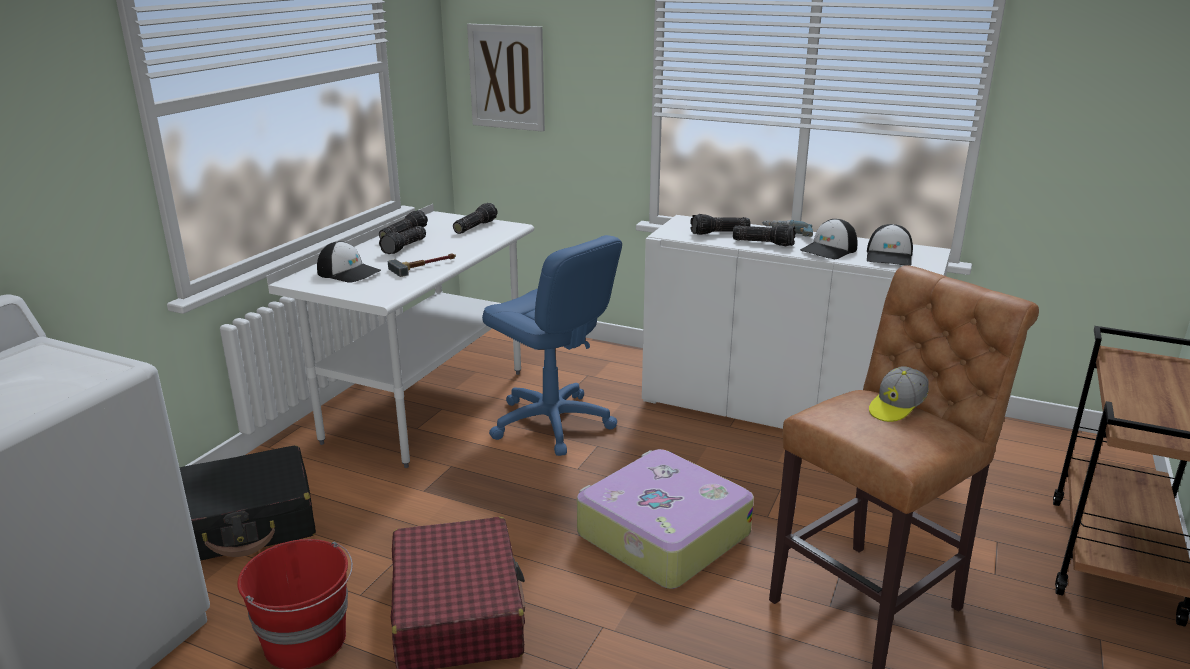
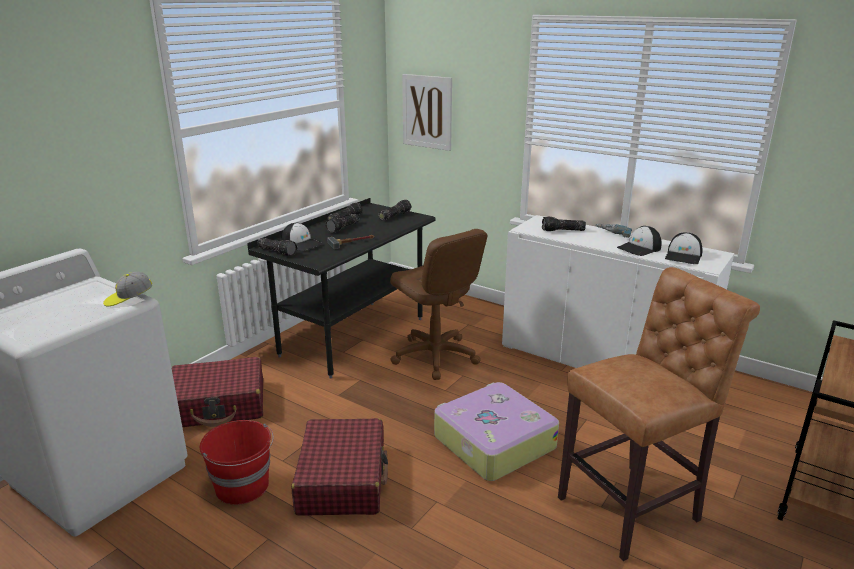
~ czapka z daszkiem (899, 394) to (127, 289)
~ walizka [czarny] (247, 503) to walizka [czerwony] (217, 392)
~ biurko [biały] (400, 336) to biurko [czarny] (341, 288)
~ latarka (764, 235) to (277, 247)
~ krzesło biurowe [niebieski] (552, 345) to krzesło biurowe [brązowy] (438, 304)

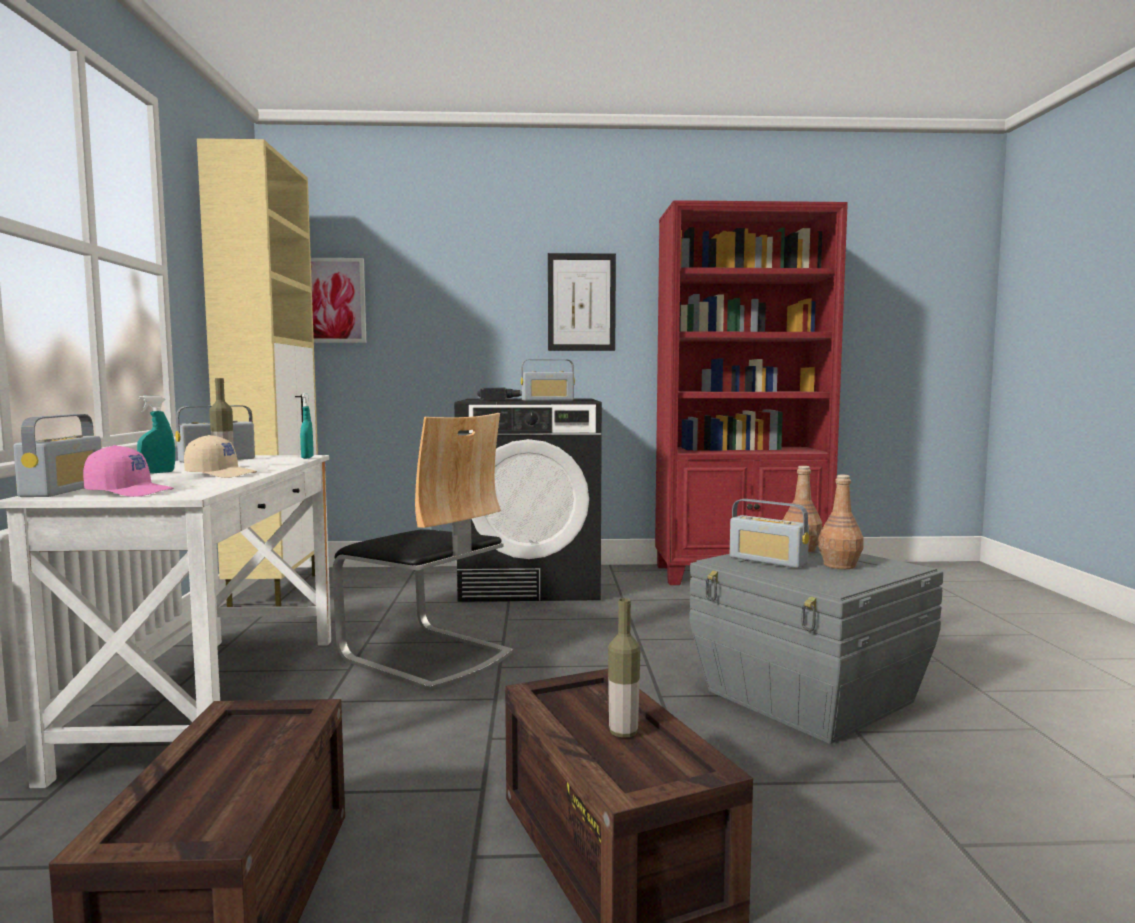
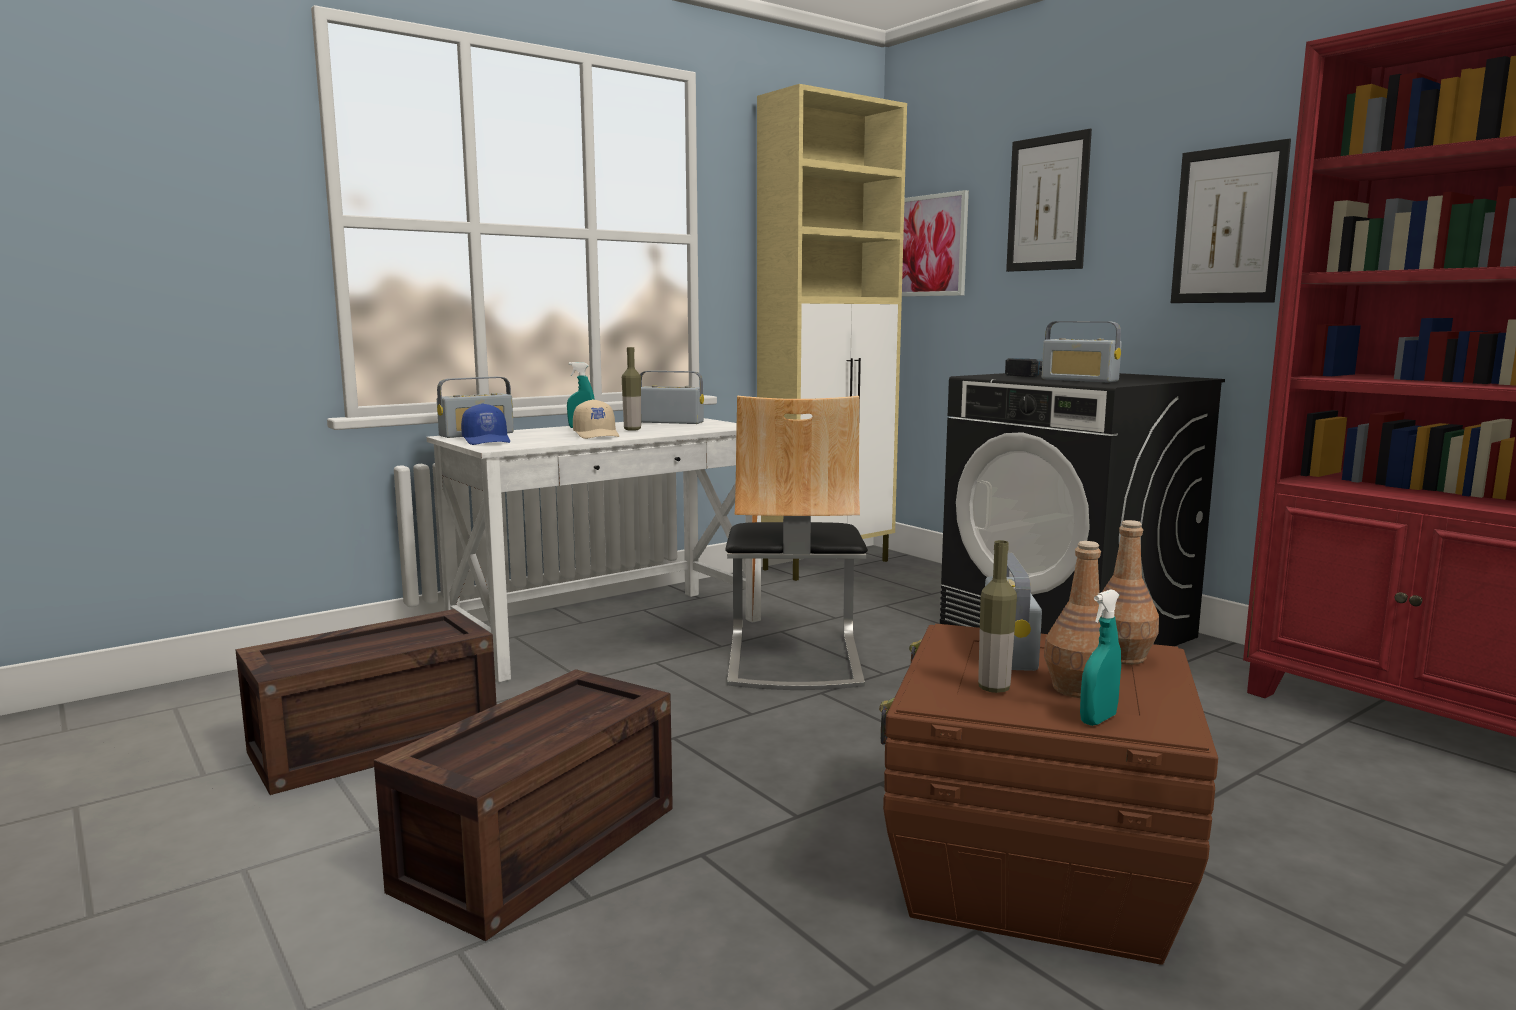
~ czapka z daszkiem [różowy] (128, 471) to czapka z daszkiem [niebieski] (485, 424)
~ pojemnik do przechowywania [szary] (816, 644) to pojemnik do przechowywania [brązowy] (1048, 794)
~ butelka (624, 668) to (997, 616)
+ obraz (1049, 200)
~ spryskiwacz [turkusowy] (306, 426) to (1100, 657)

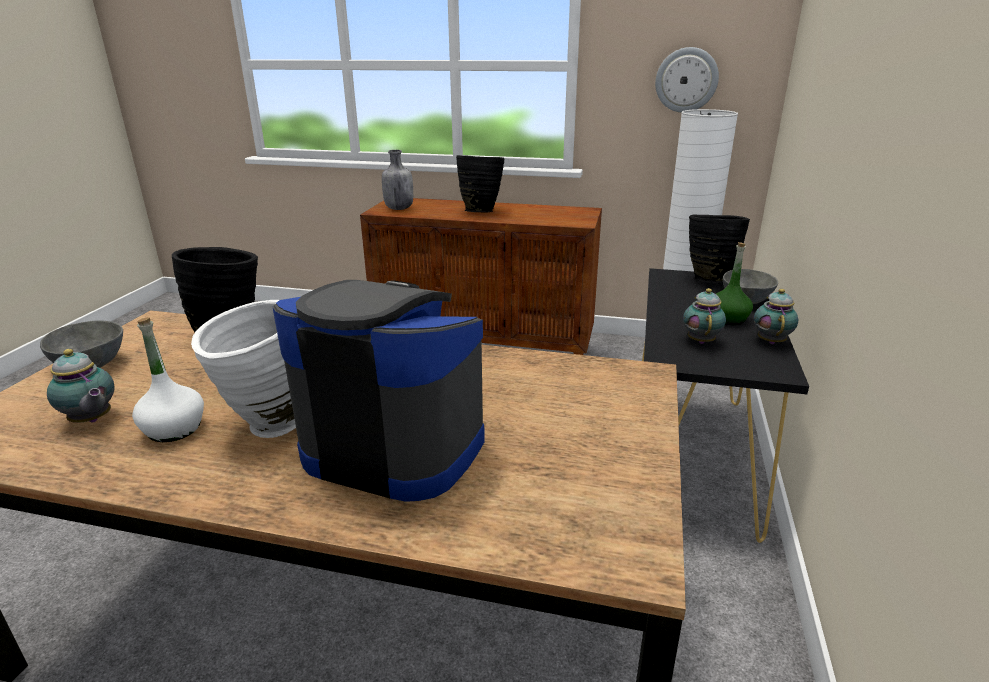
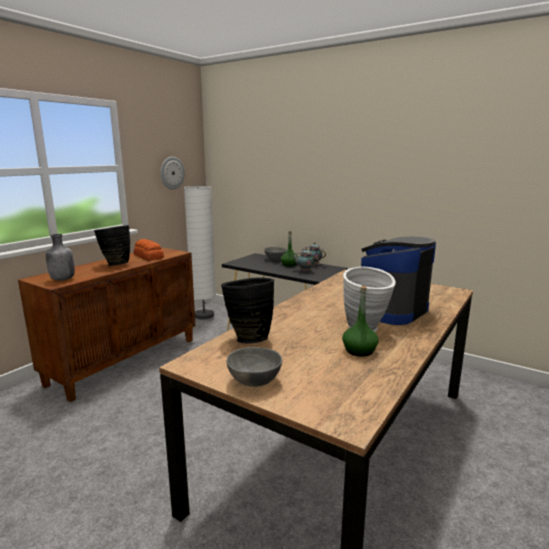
+ chleb (148, 249)
~ butelka [biały] (168, 379) to butelka [zielony] (360, 321)
- imbryk (81, 386)
- wazon [czarny] (719, 249)

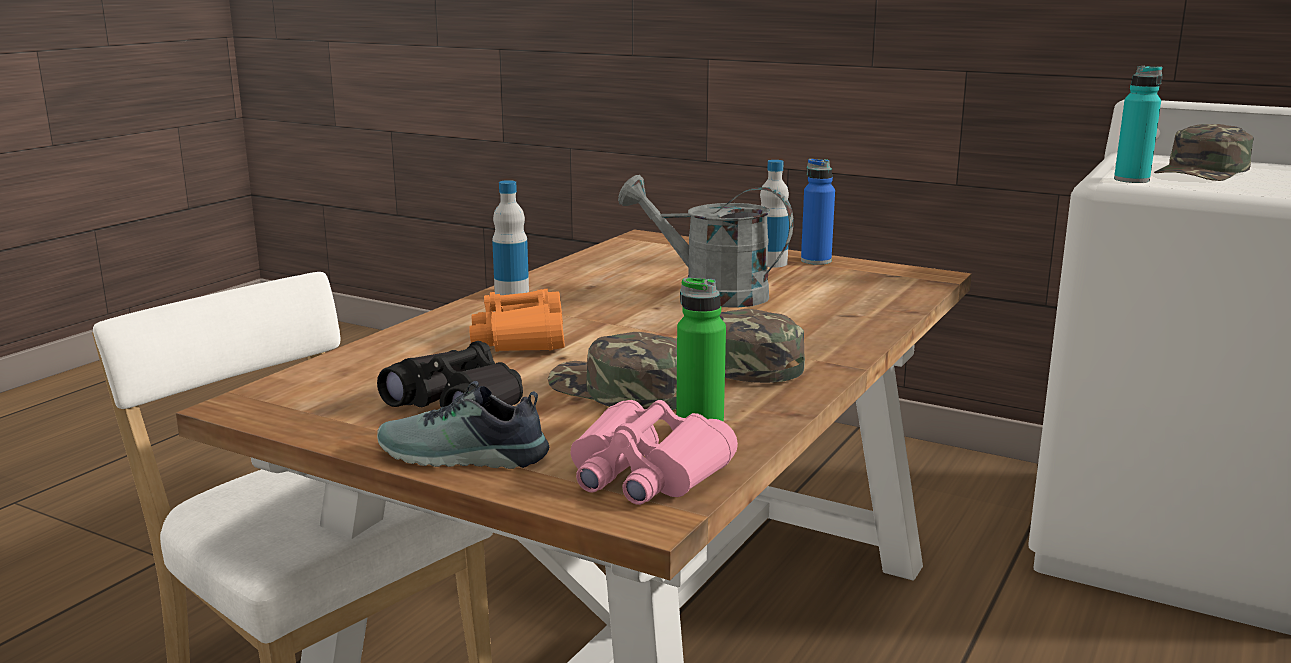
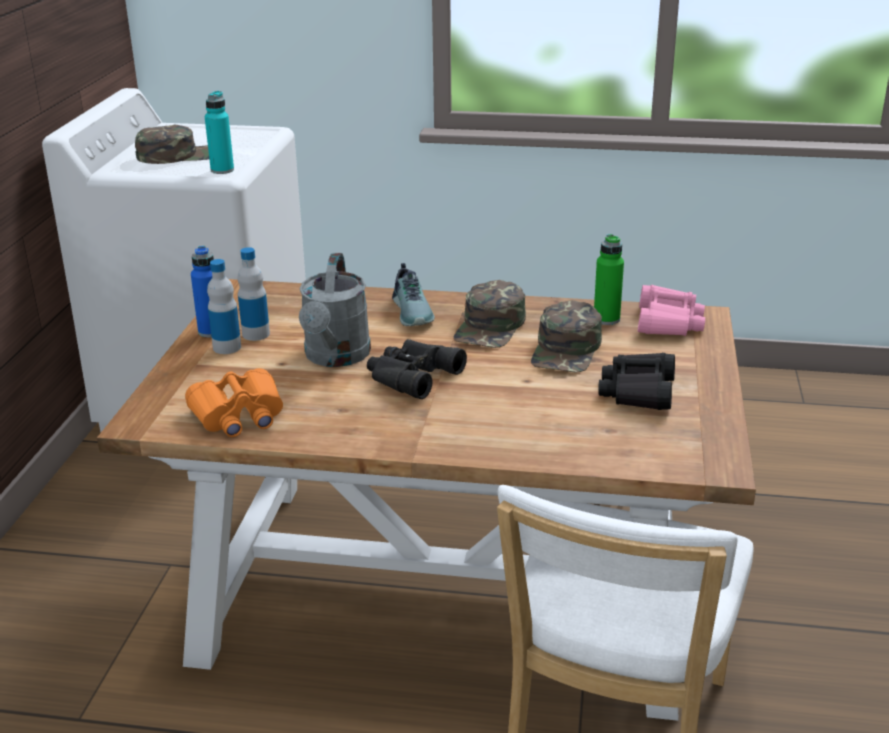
~ czapka z daszkiem [zielony] (1204, 152) = (172, 144) 45 degrees counterclockwise
~ lornetka [pomarańczowy] (517, 320) to (234, 402)
~ butelka (510, 237) to (253, 294)
+ lornetka [czarny] (417, 369)
~ but (463, 425) to (413, 294)

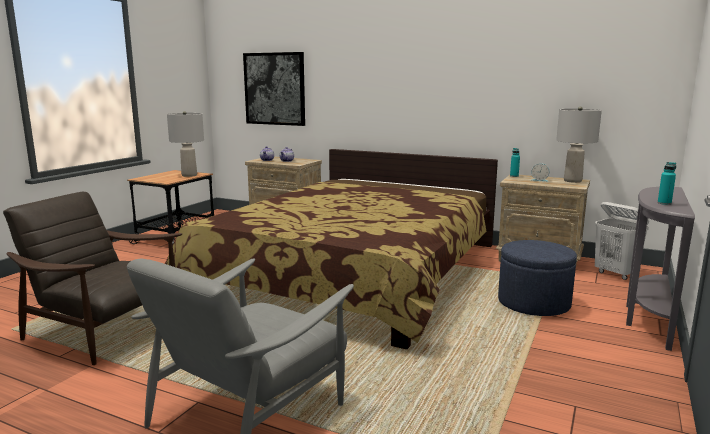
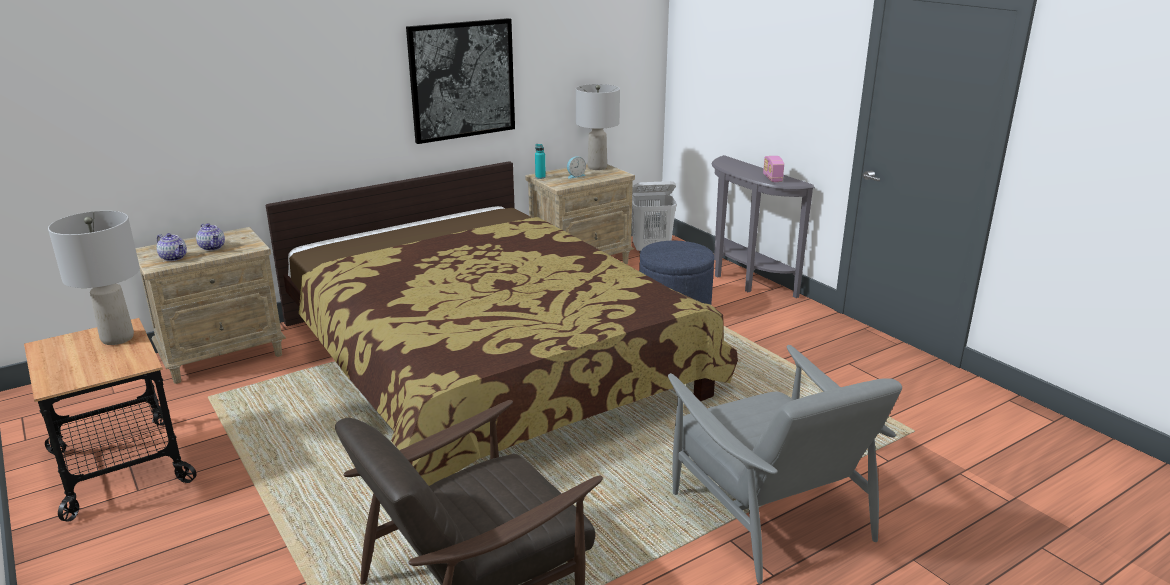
~ obraz (274, 89) to (460, 81)
~ butelka [turkusowy] (667, 183) to radio (773, 169)

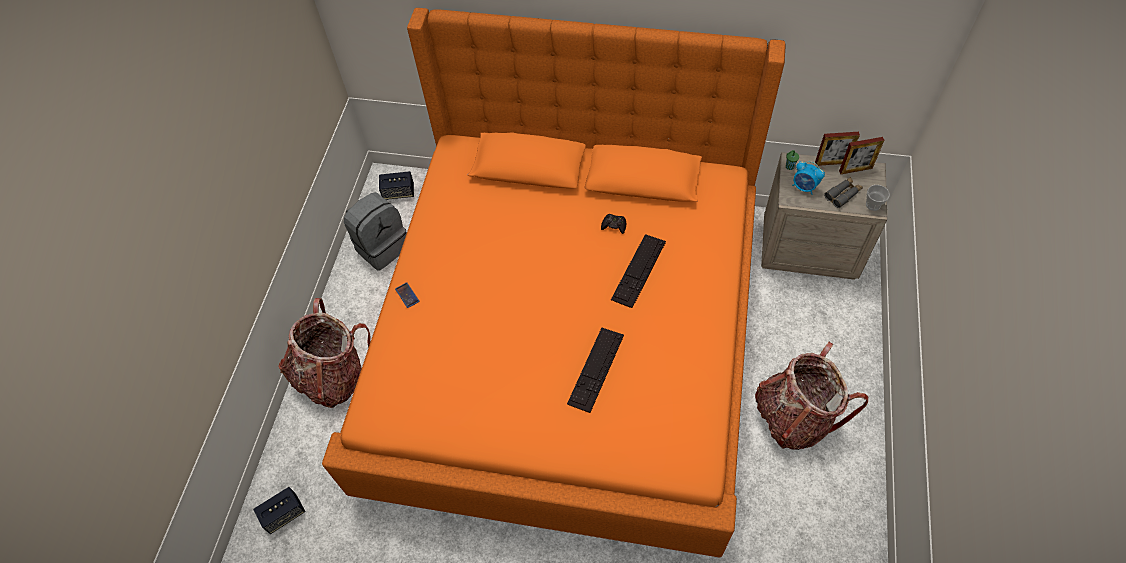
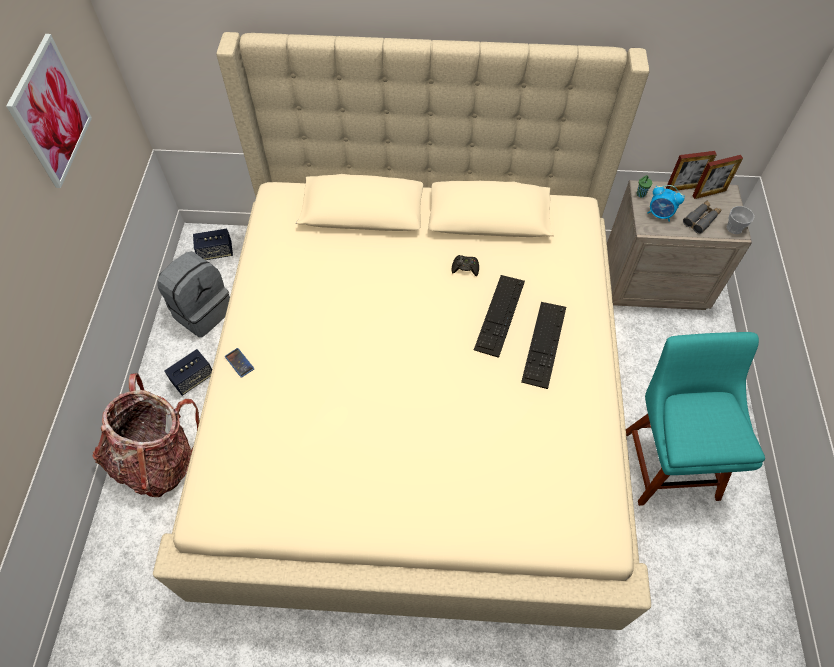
+ obraz (49, 111)
~ łóżko [pomarańczowy] (554, 282) to łóżko [beżowy] (402, 331)
~ głośnik (279, 510) to (188, 372)
~ klawiatura (595, 370) to (543, 345)
~ plecak (811, 396) to krzesło [turkusowy] (695, 419)

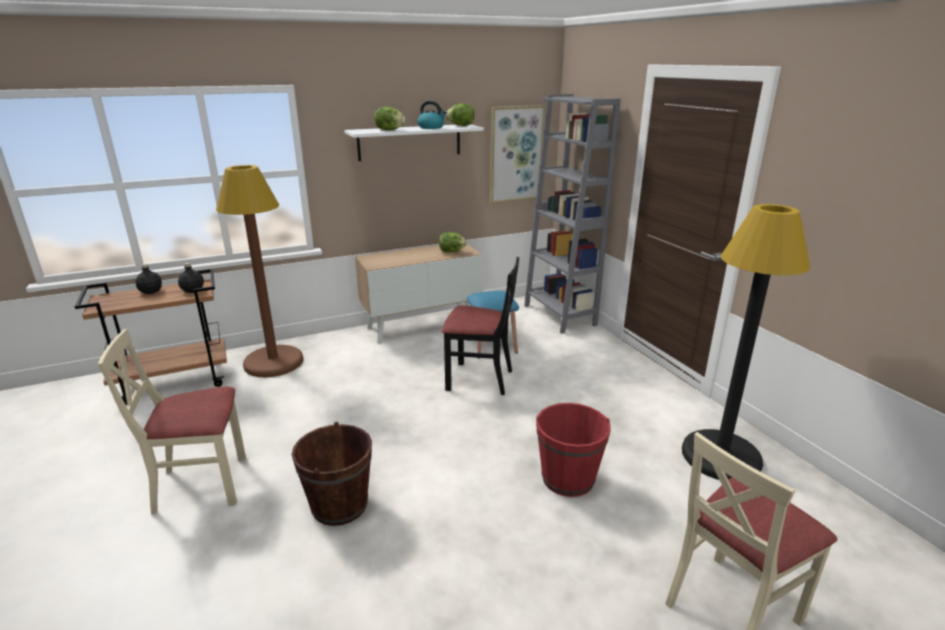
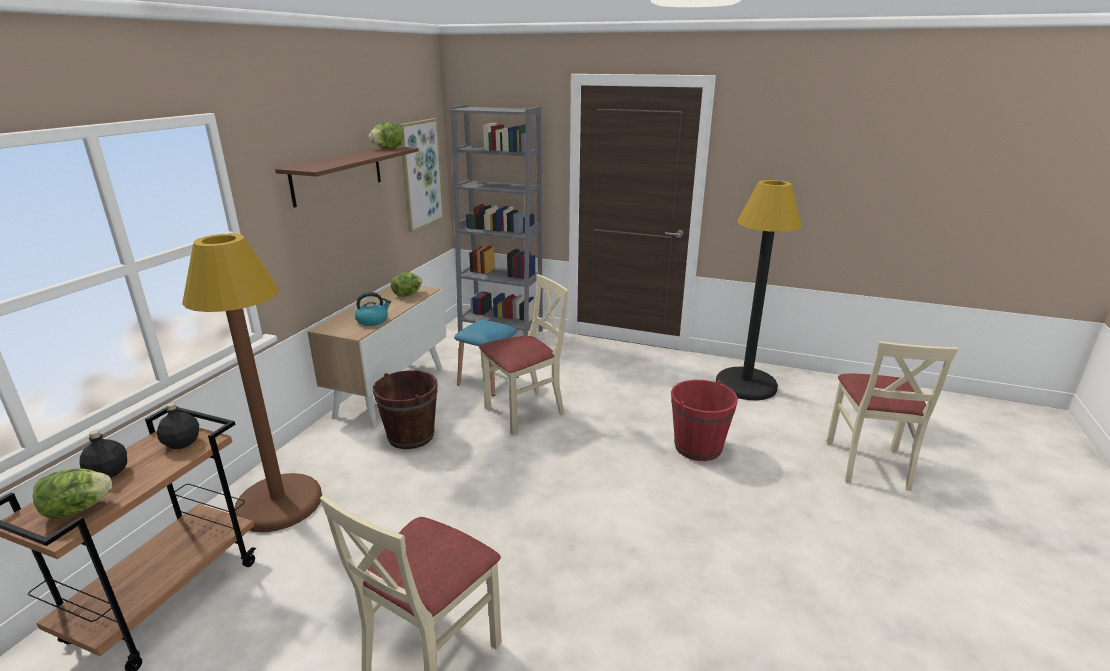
~ sałata (389, 119) to (72, 493)
~ półka [biały] (414, 143) to półka [brązowy] (347, 177)
~ czajnik (432, 115) to (373, 309)
~ wiadro [brązowy] (331, 474) to (405, 409)
~ krzesło [czarny] (480, 326) to krzesło [beżowy] (524, 354)

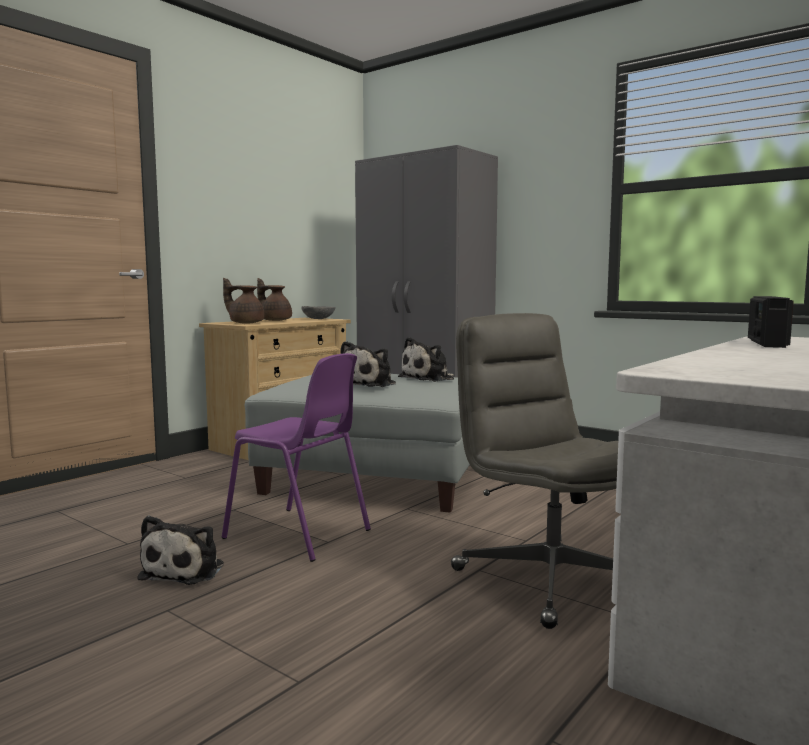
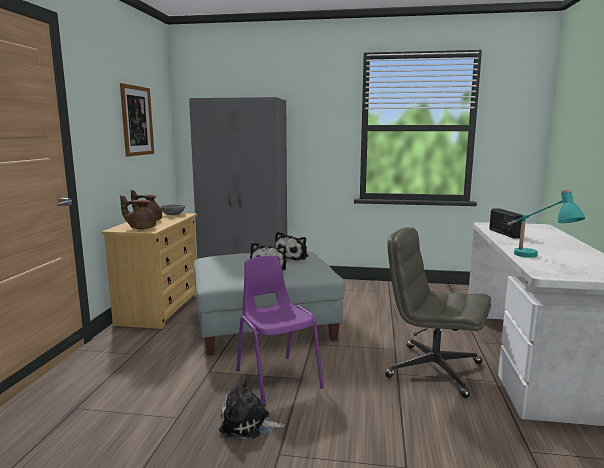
+ obraz (137, 120)
~ pluszak (180, 550) = (252, 408) 120 degrees clockwise
~ krzesło [fioletowy] (296, 457) = (280, 331) 120 degrees counterclockwise
+ lampa stołowa [turkusowy] (546, 223)

